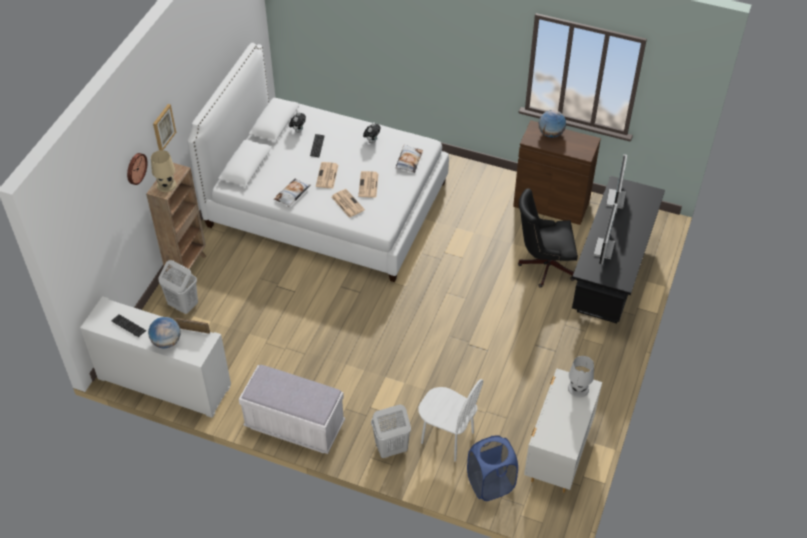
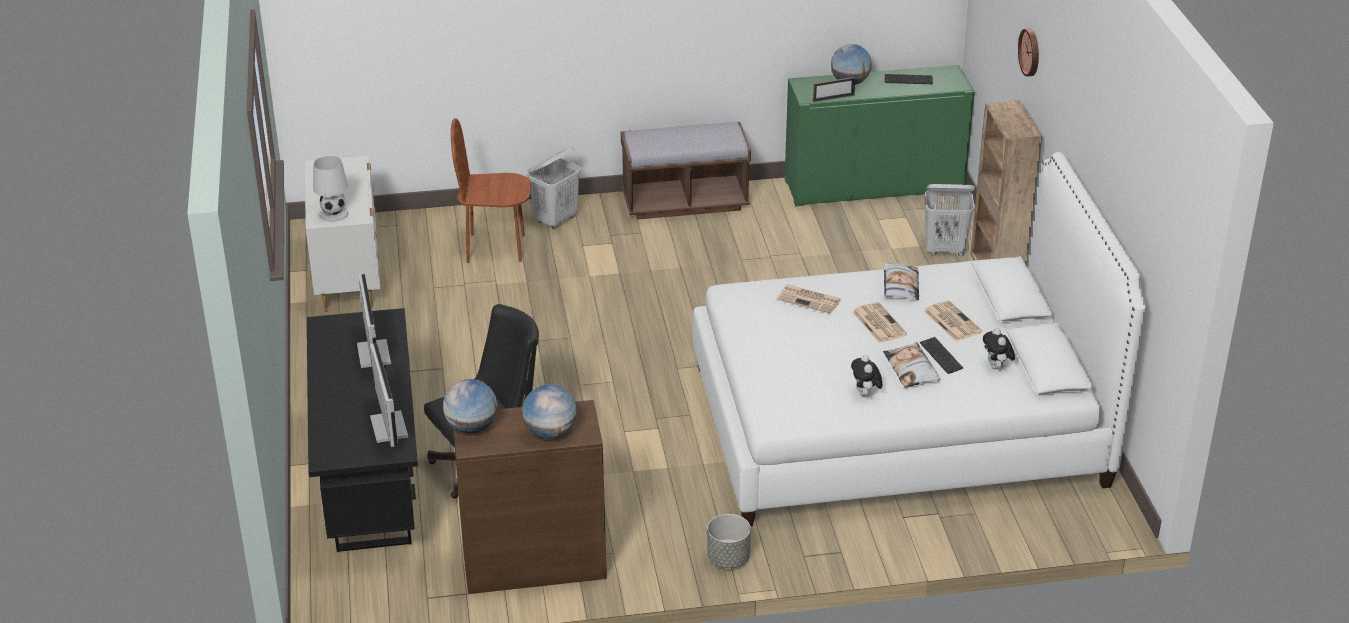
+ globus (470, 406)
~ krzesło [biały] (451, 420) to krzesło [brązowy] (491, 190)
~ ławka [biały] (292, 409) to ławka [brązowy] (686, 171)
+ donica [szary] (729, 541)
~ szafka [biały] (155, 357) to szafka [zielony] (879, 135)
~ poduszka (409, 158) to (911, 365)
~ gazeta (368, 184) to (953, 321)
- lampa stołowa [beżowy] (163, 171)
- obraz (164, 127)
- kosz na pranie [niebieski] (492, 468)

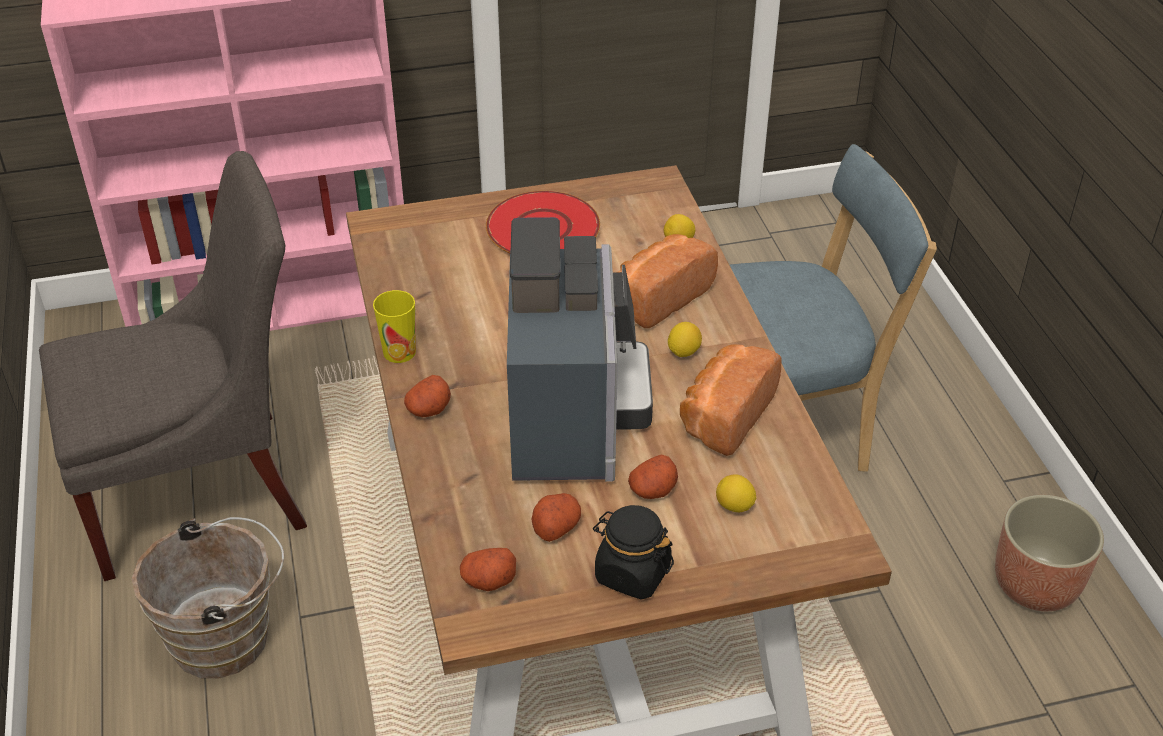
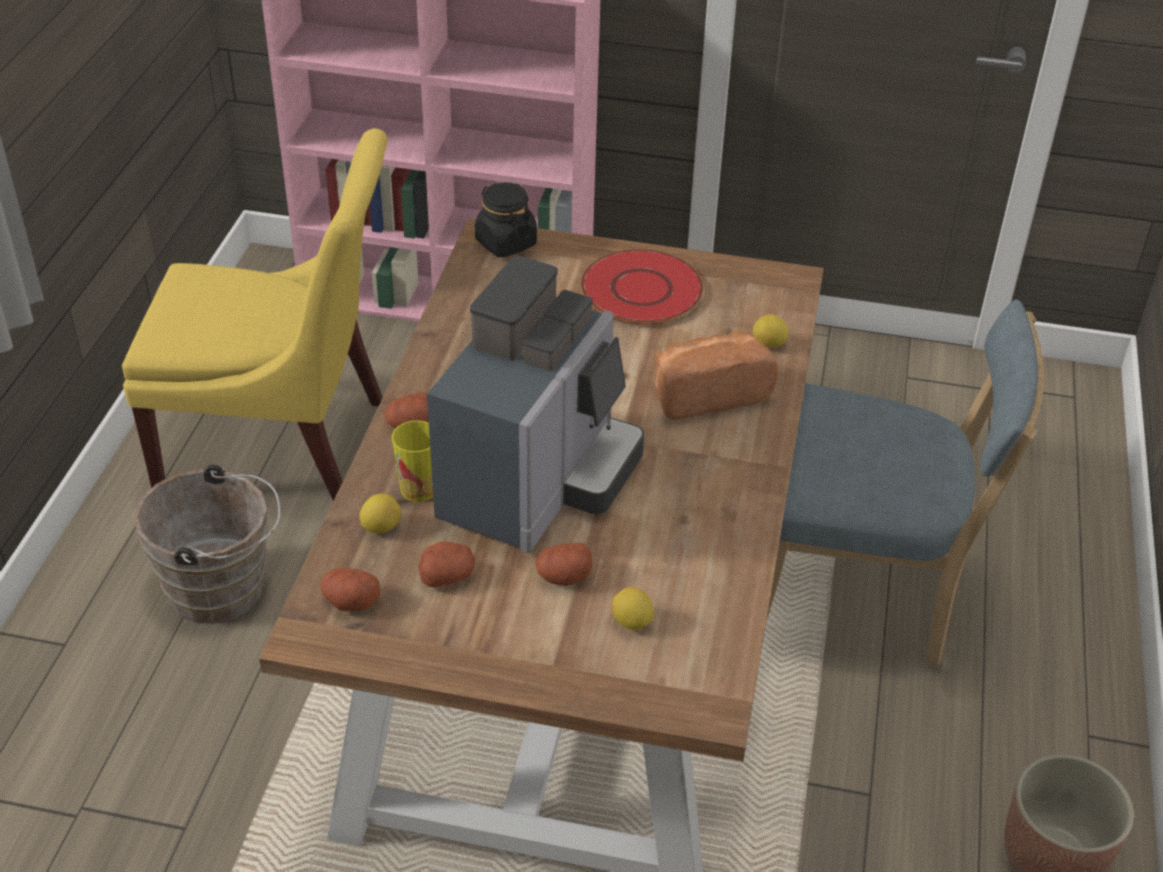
~ krzesło [szary] (173, 366) to krzesło [żółty] (254, 314)
~ cytryna (685, 339) to (380, 513)
~ filiżanka (394, 326) to (412, 461)
~ słoik [czarny] (633, 552) to (506, 219)
- chleb (731, 400)

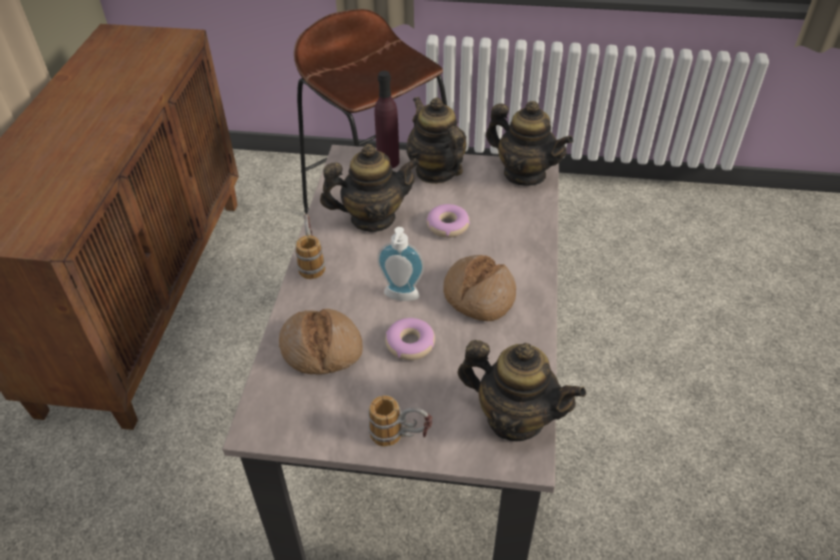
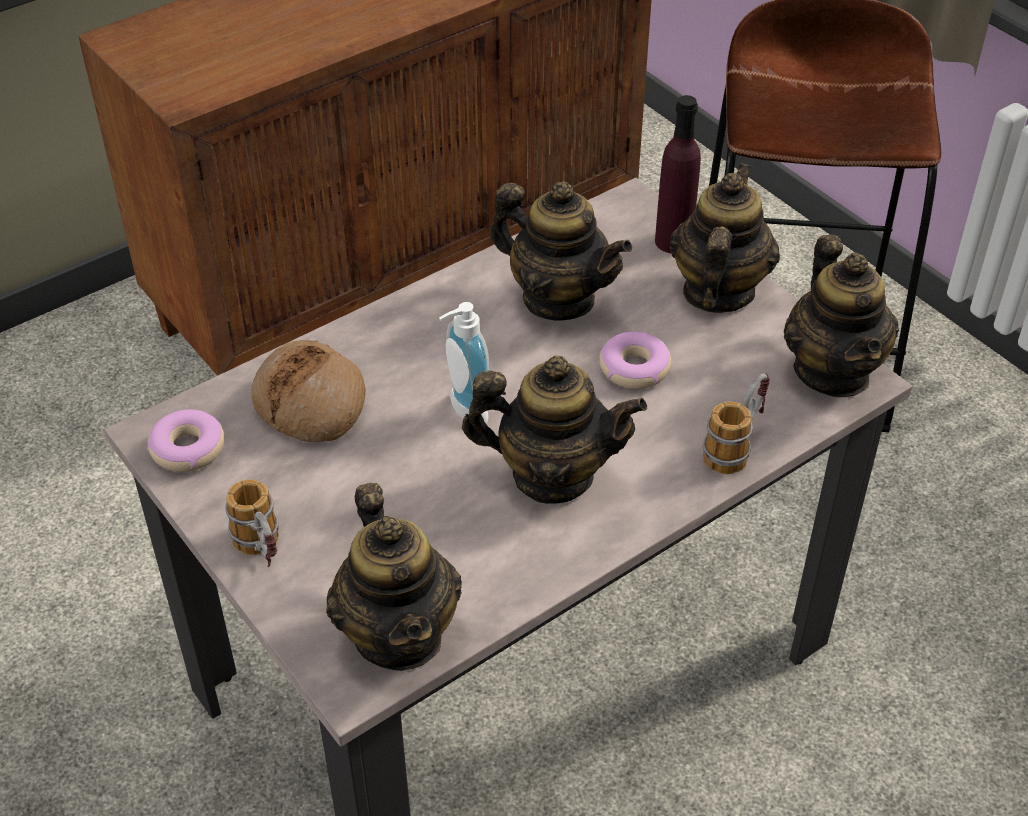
~ donut (410, 339) to (186, 440)
~ chleb (479, 288) to imbryk (554, 429)
~ kubek (310, 246) to (736, 423)

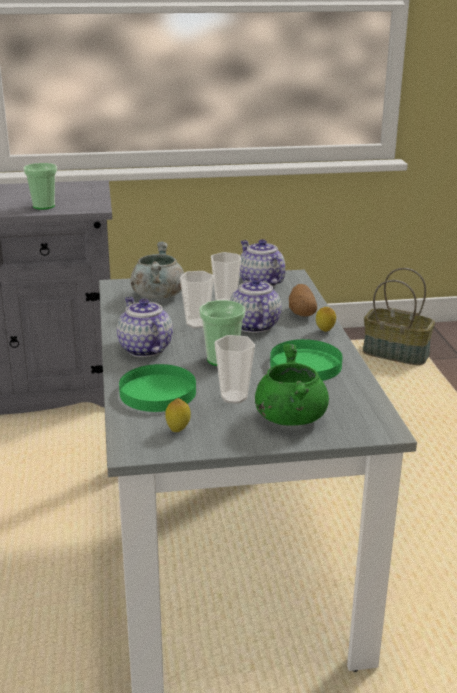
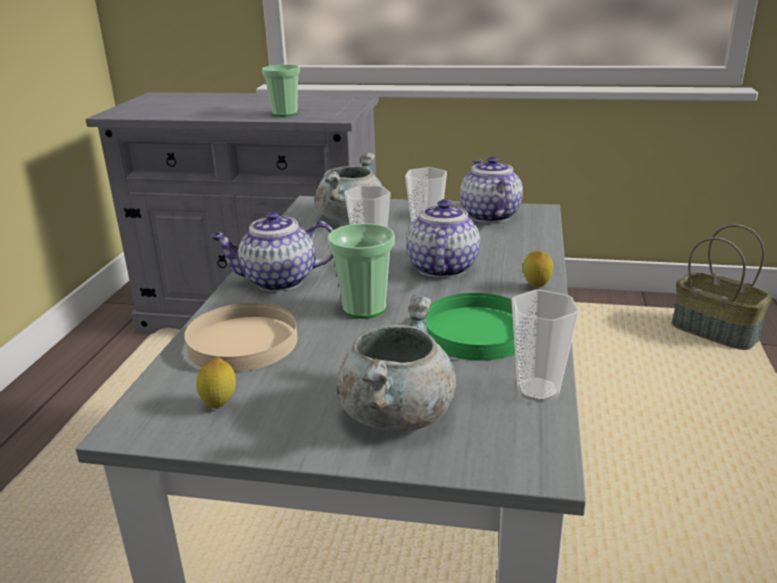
~ talerz [zielony] (157, 388) to talerz [beżowy] (241, 337)
~ imbryk (145, 327) = (271, 251) 90 degrees counterclockwise
~ garnek [zielony] (292, 385) to garnek [szary] (396, 363)
~ filiżanka (234, 369) to (545, 345)
- ziemniak (303, 300)

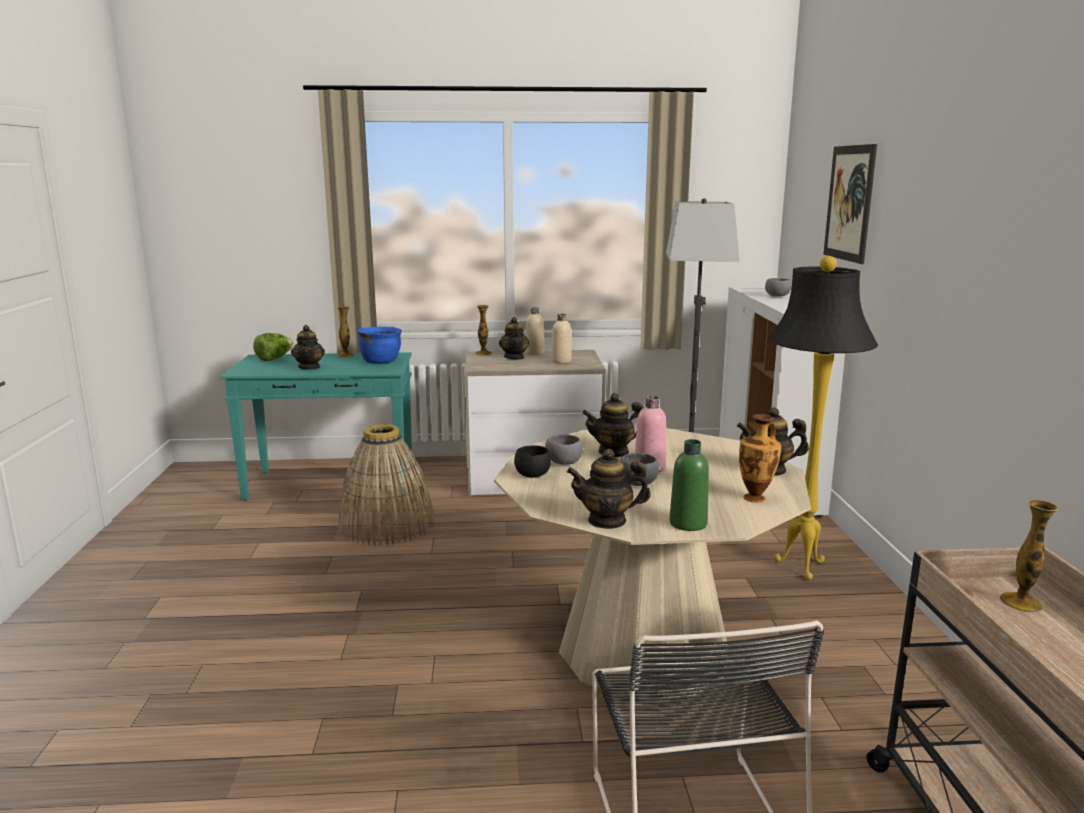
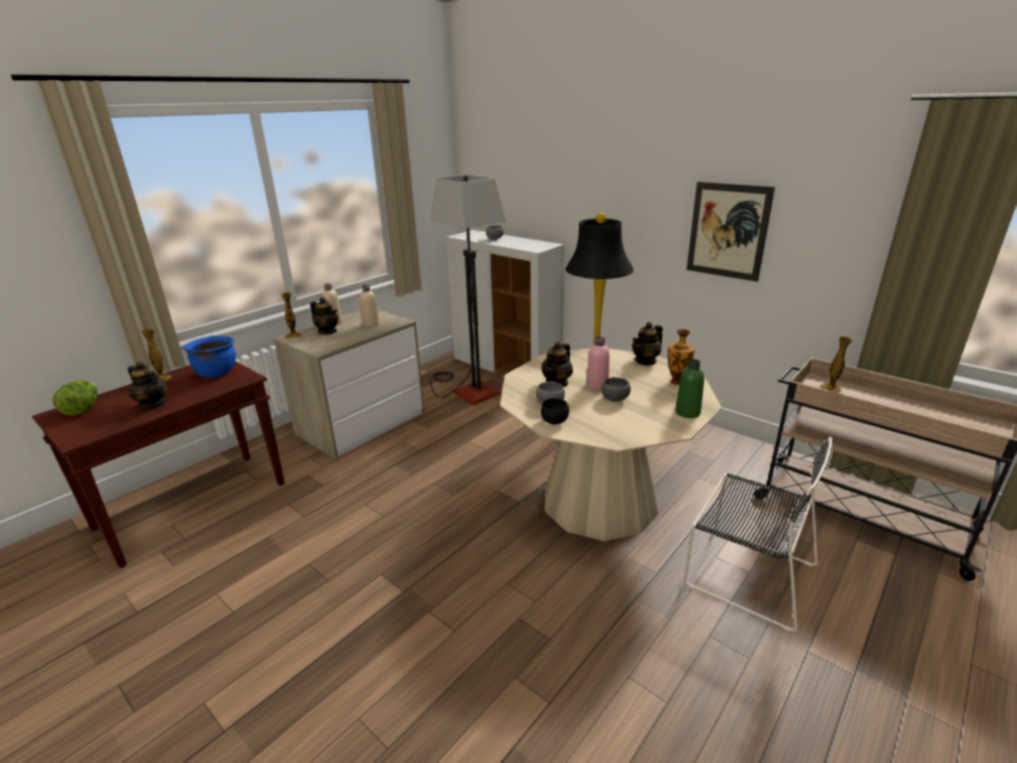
~ stolik konsolowy [turkusowy] (316, 426) to stolik konsolowy [brązowy] (158, 465)
~ obraz (850, 204) to (731, 232)
- koszyk (386, 485)
- imbryk (609, 489)

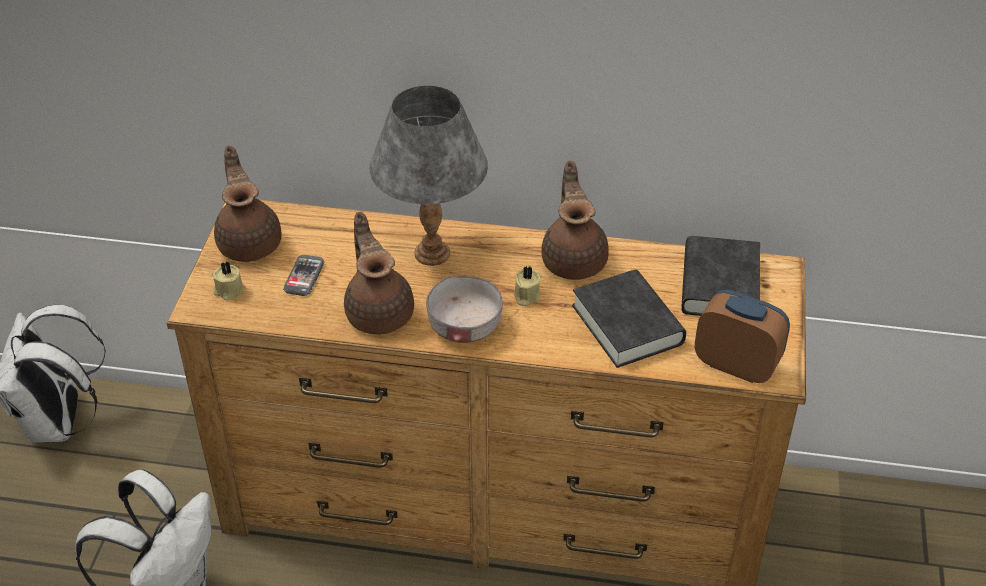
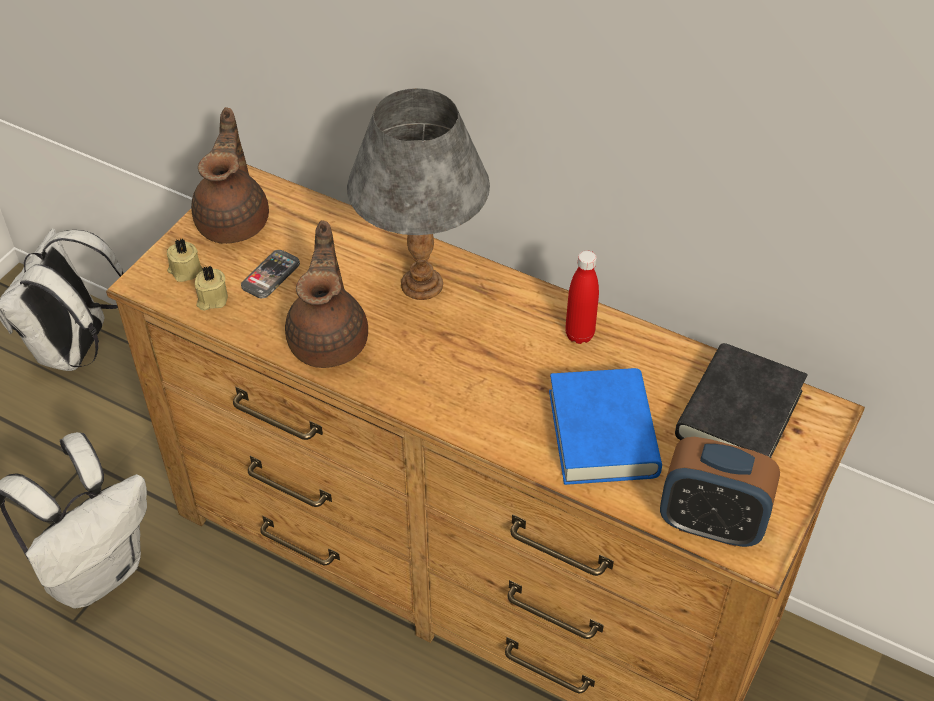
~ świeca [beżowy] (527, 286) to (211, 288)
~ książka [czarny] (629, 318) to książka [niebieski] (605, 426)
~ imbryk [brązowy] (575, 220) to butelka [czerwony] (582, 297)
~ budzik (742, 336) = (720, 492) 150 degrees clockwise
- miska [szary] (464, 309)

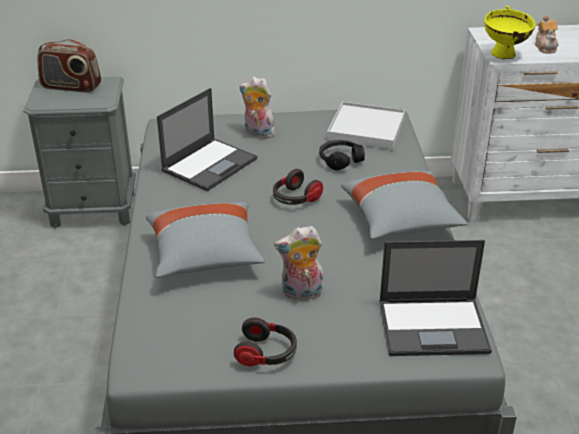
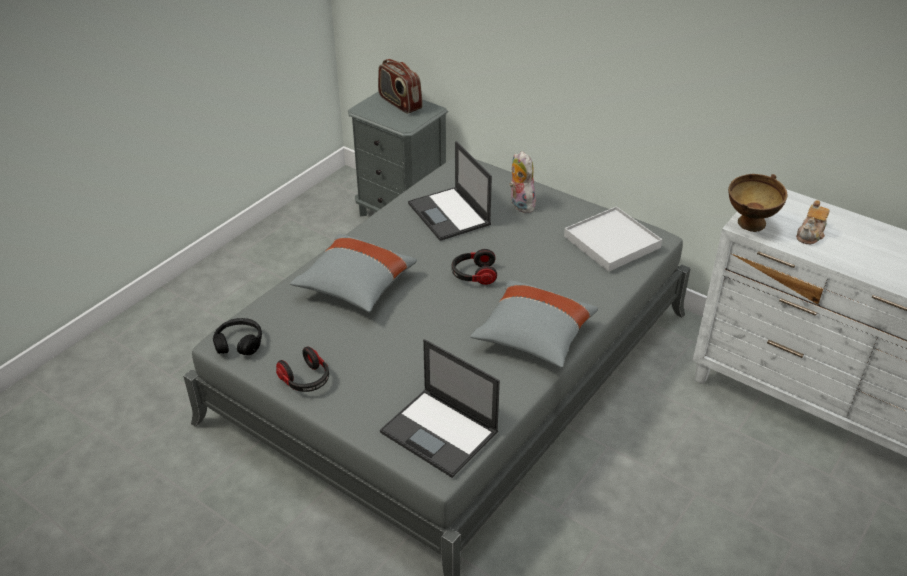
~ słuchawki [czarny] (342, 155) to (237, 336)
~ laptop (207, 139) = (450, 191) 75 degrees clockwise
~ miska [żółty] (510, 32) to miska [brązowy] (757, 203)
- pluszak (298, 264)

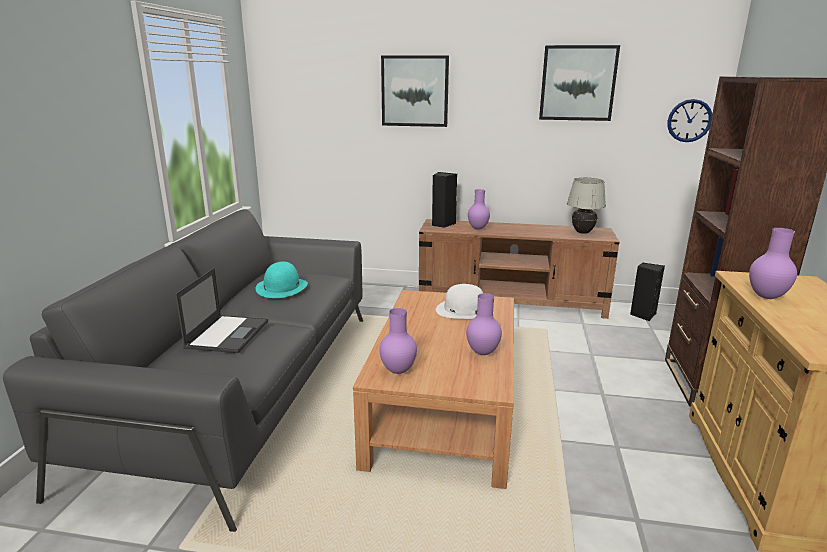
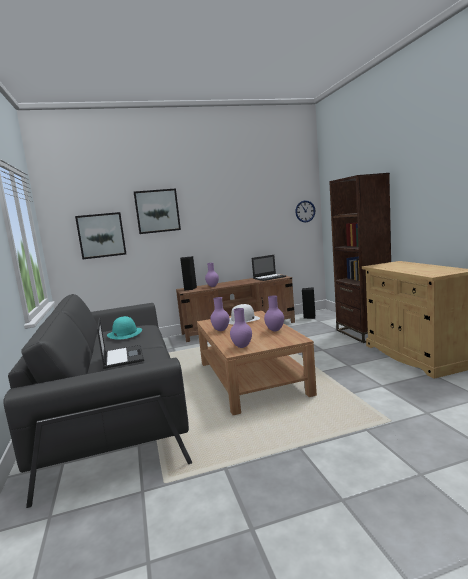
~ obraz (579, 83) to (100, 235)
~ wazon [fioletowy] (773, 263) to (219, 314)
~ lampa stołowa [biały] (586, 205) to laptop (269, 268)

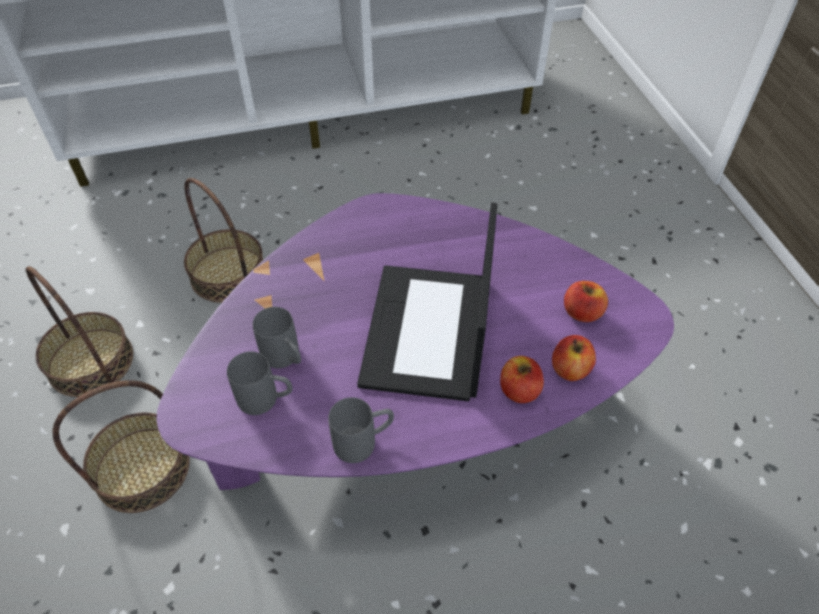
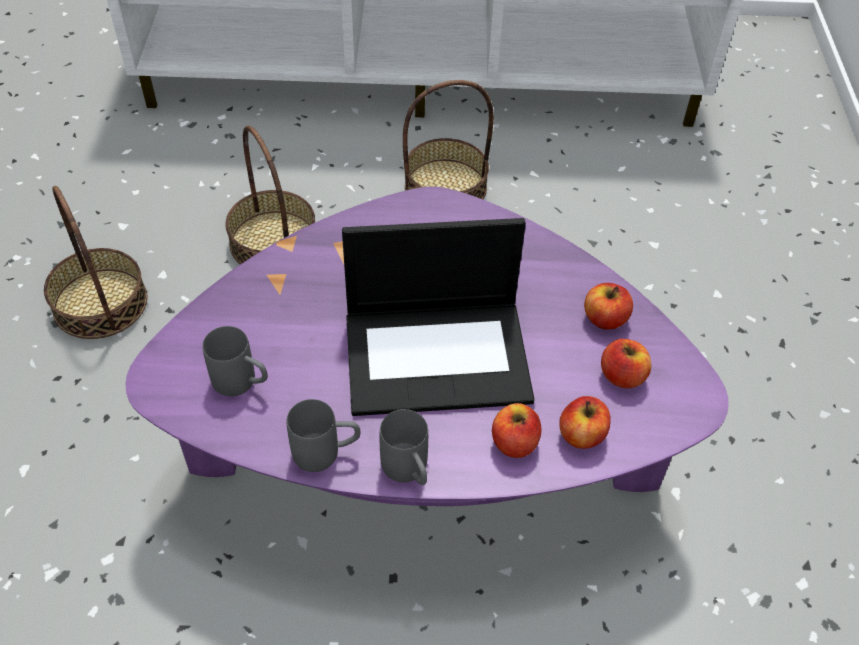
~ laptop (427, 302) = (438, 317) 120 degrees counterclockwise
~ kubek [szary] (277, 337) to (404, 447)
~ koszyk (121, 446) to (448, 139)
+ jabłko (608, 306)

